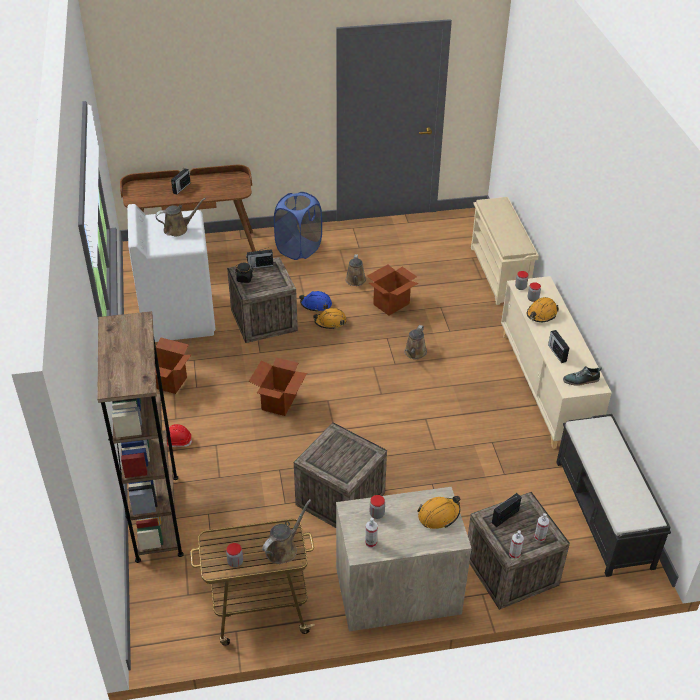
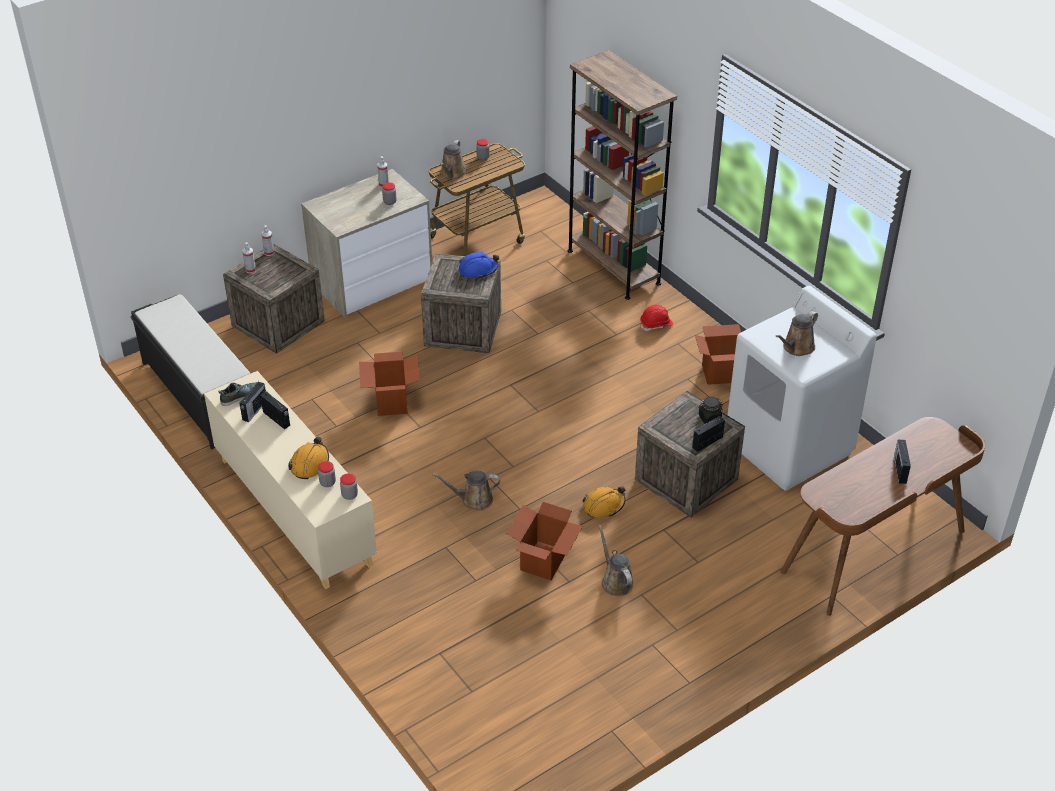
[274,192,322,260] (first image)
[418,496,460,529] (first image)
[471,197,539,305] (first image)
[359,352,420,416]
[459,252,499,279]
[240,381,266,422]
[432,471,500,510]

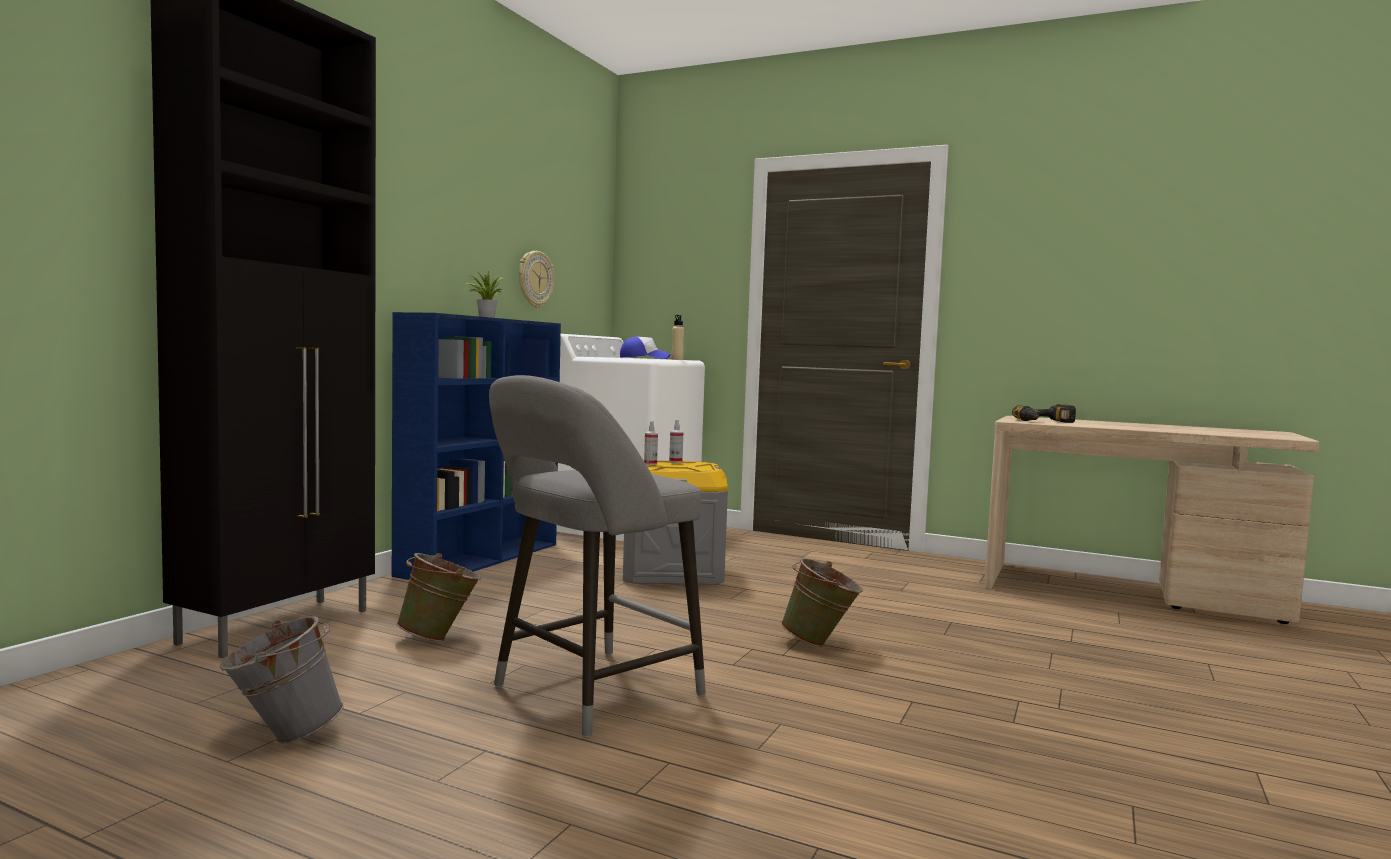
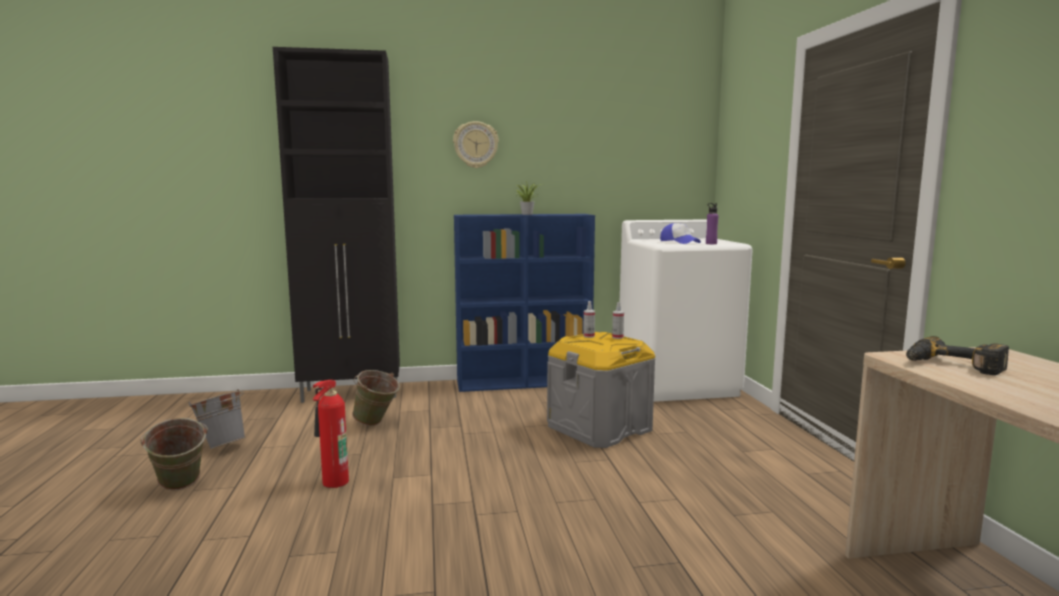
[453,121,499,168]
[140,418,208,490]
[313,380,349,488]
[706,203,719,244]

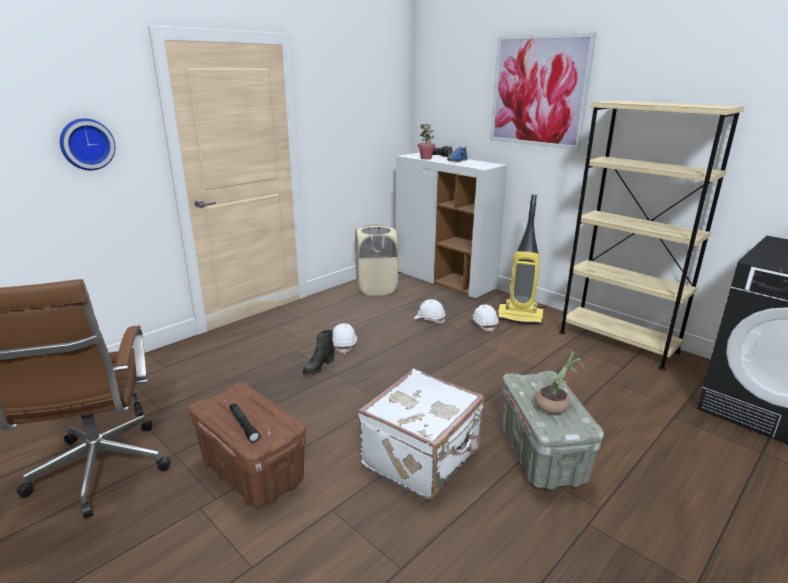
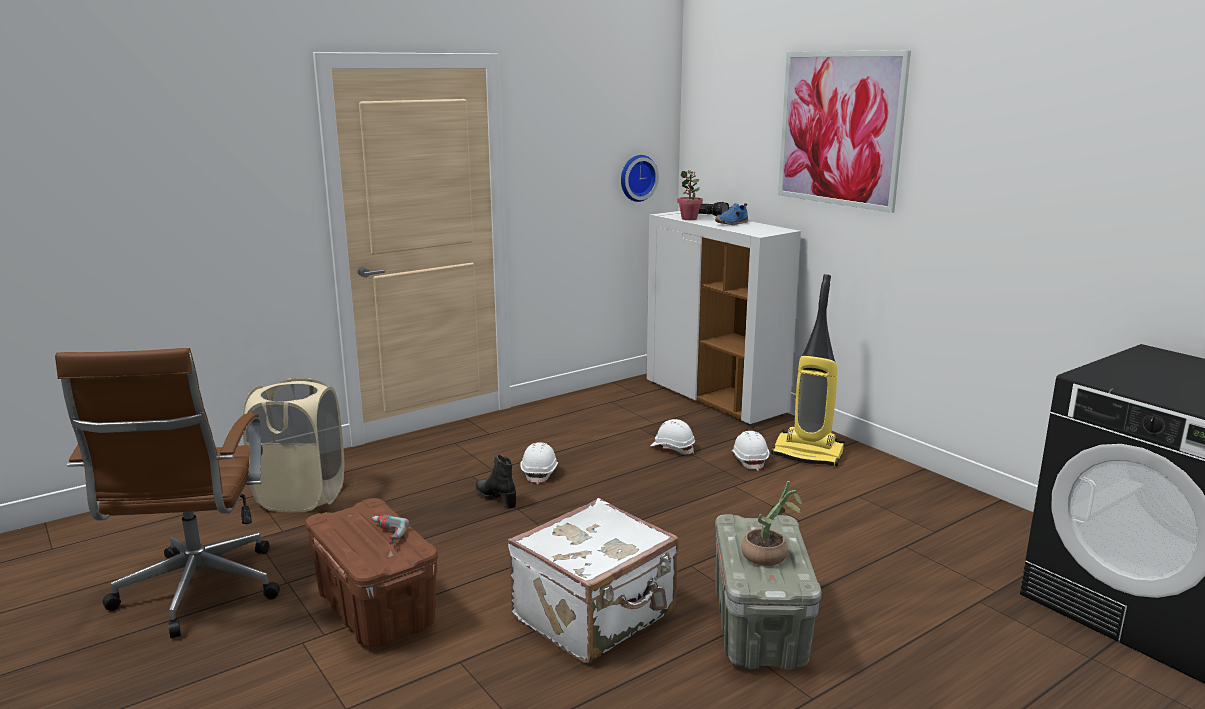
[229,403,260,443] (first image)
[559,100,745,370] (first image)
[372,515,410,548]
[621,155,659,202]
[243,378,344,513]
[475,455,516,509]

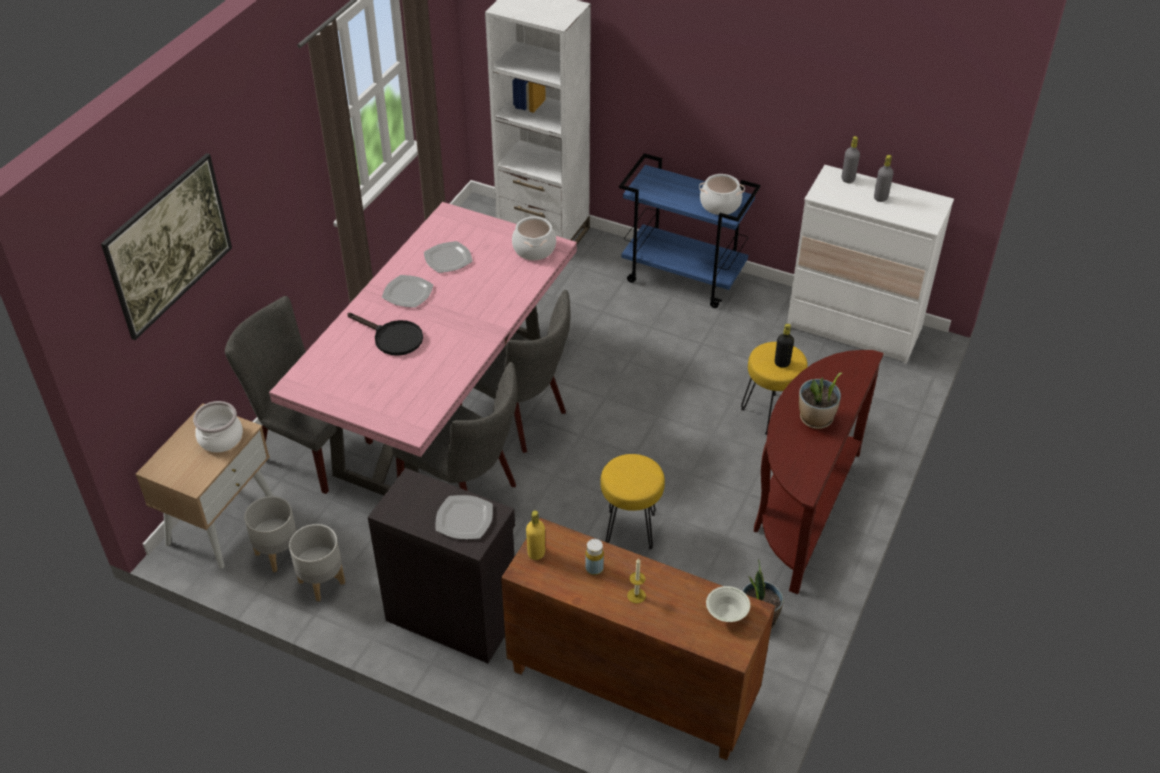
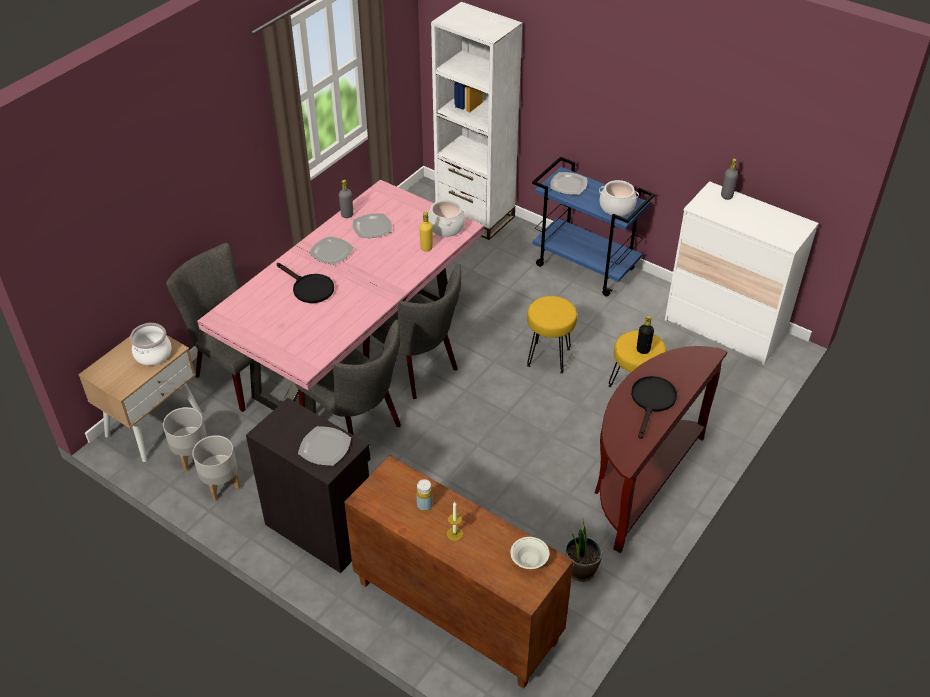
[101,153,232,340] (first image)
[550,172,587,195]
[419,212,433,252]
[527,296,577,374]
[339,180,353,218]
[631,376,677,439]

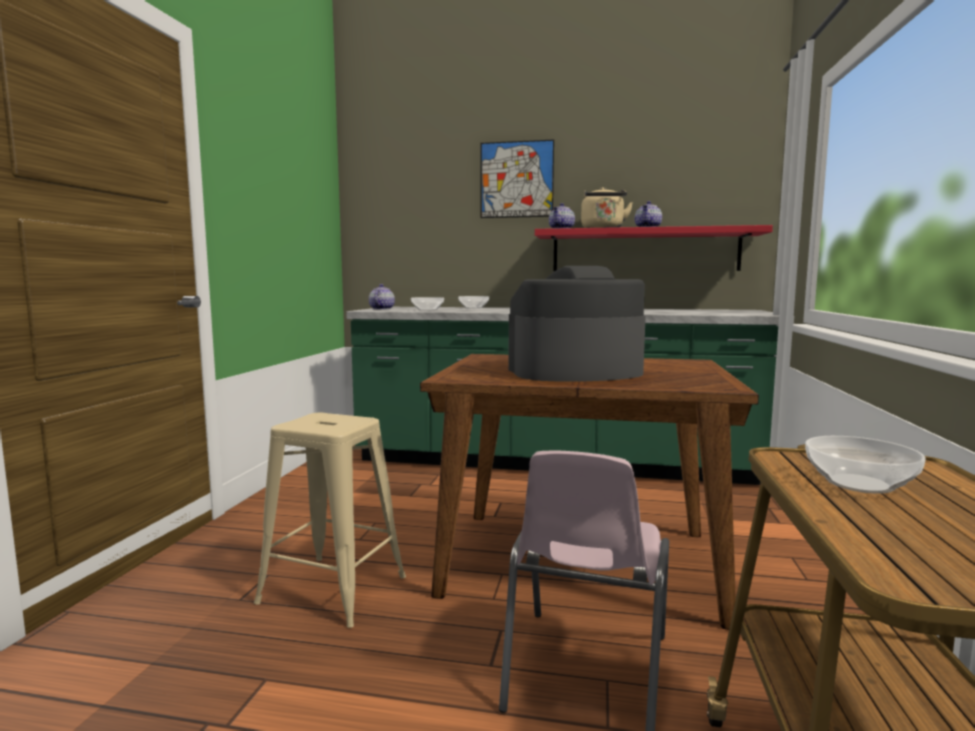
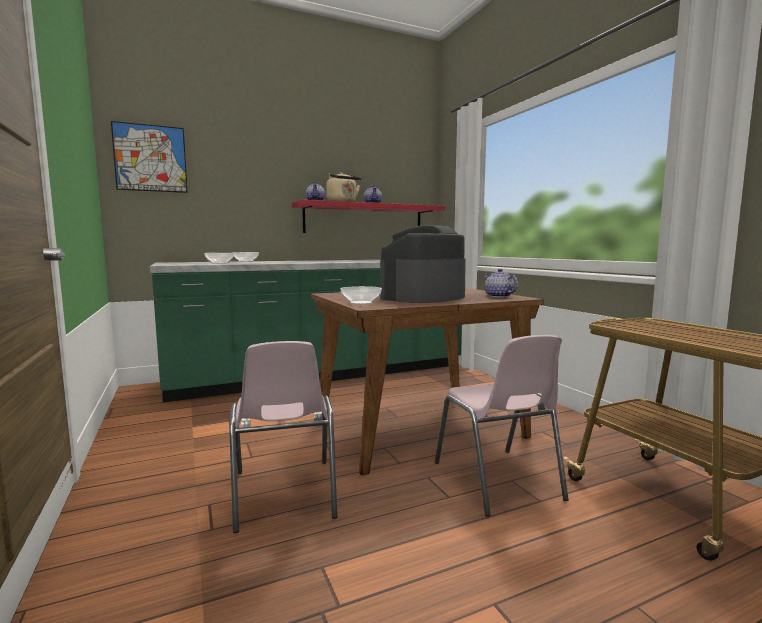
[483,269,518,297]
[111,121,188,193]
[341,286,382,304]
[229,341,337,533]

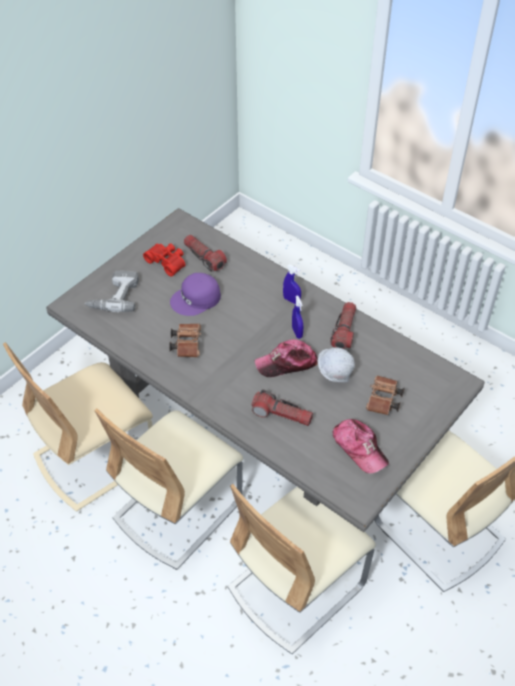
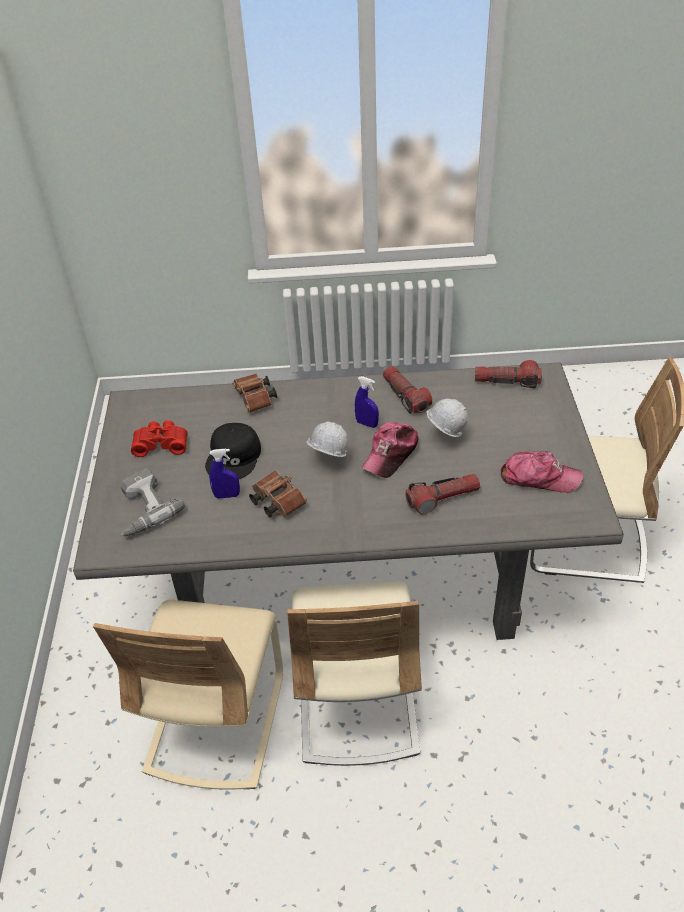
[228,484,376,654] (first image)
[307,421,348,457]
[475,360,542,388]
[209,449,240,499]
[233,374,277,413]
[205,423,261,479]

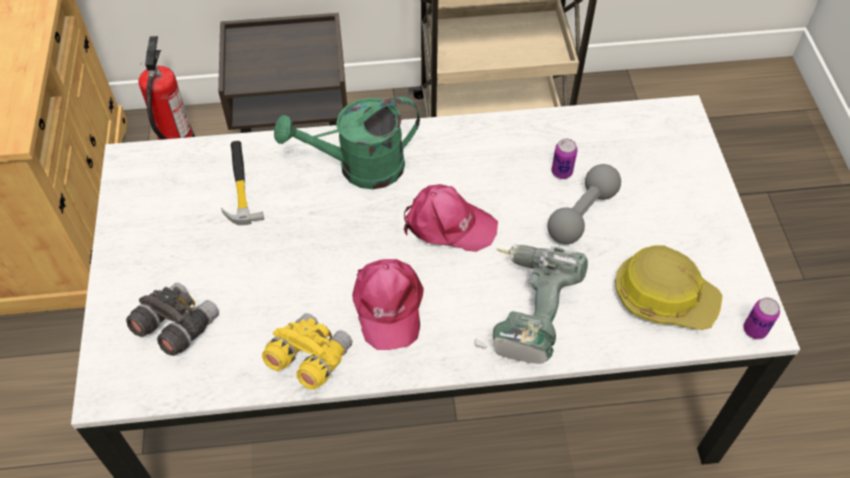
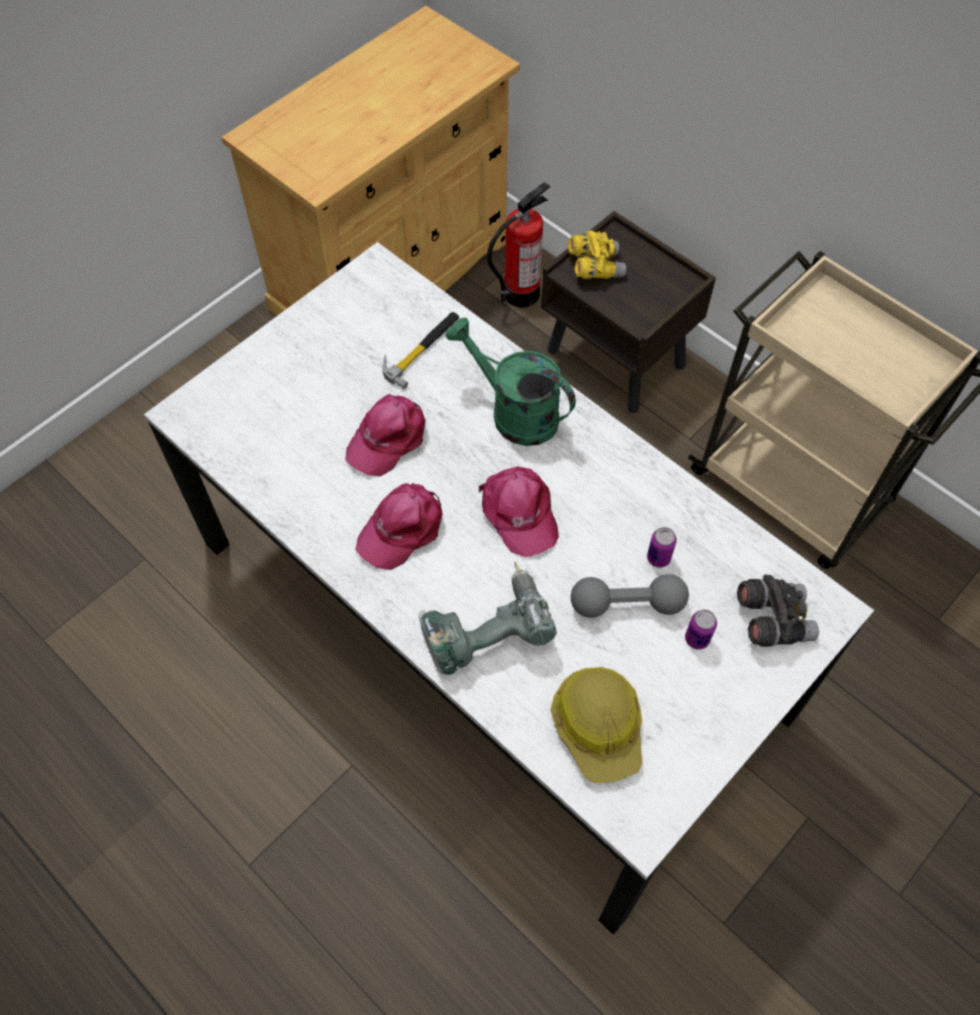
[345,394,426,476]
[737,574,819,647]
[568,231,626,279]
[685,610,717,650]

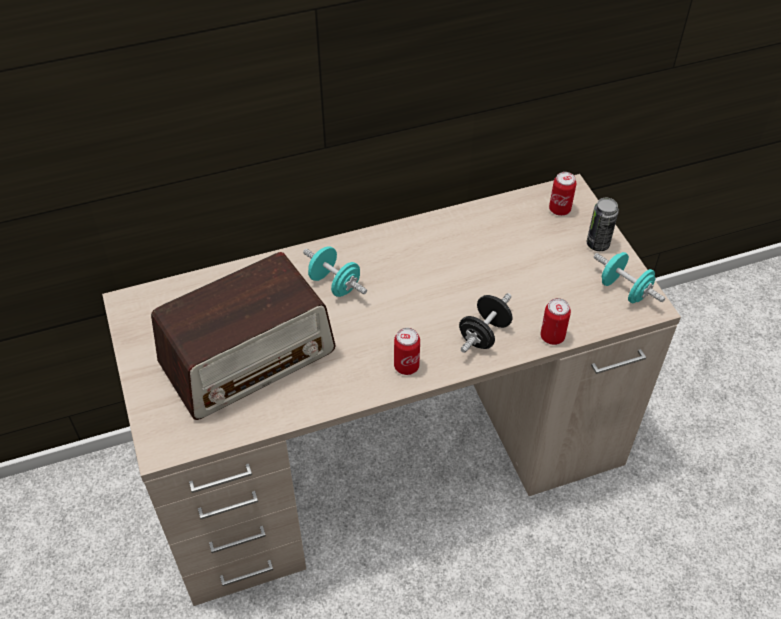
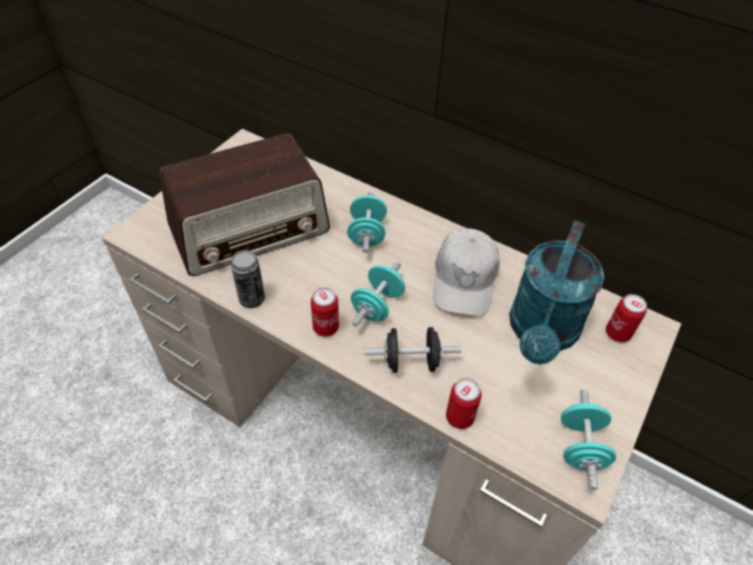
[351,262,405,327]
[433,229,500,316]
[509,220,604,364]
[231,250,265,308]
[159,133,330,276]

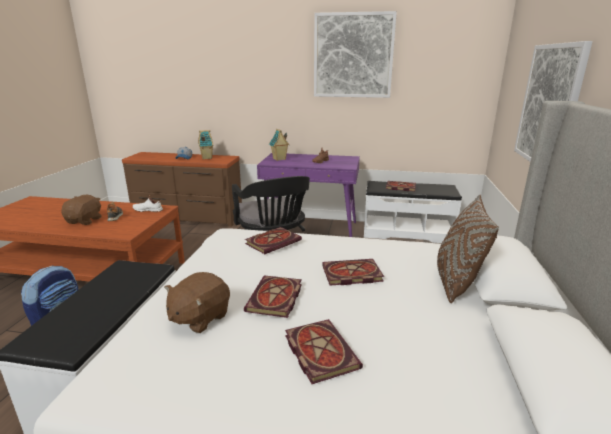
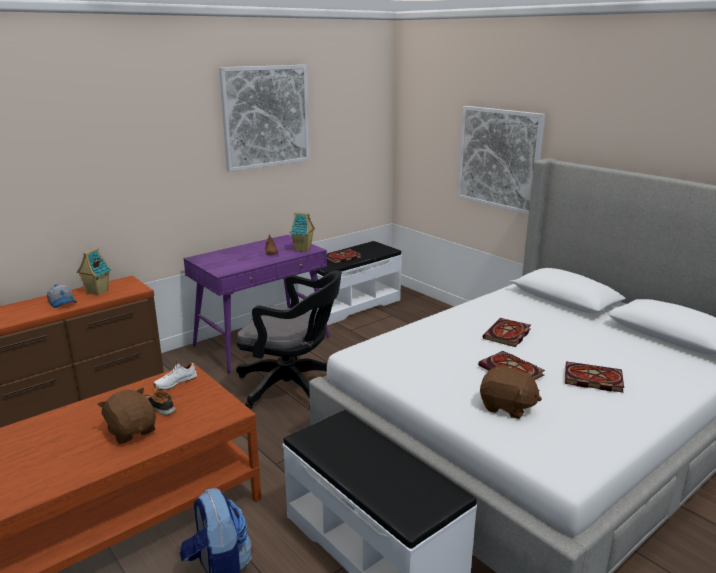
[245,227,302,254] (first image)
[437,195,499,303] (first image)
[289,212,315,252]
[480,366,542,419]

